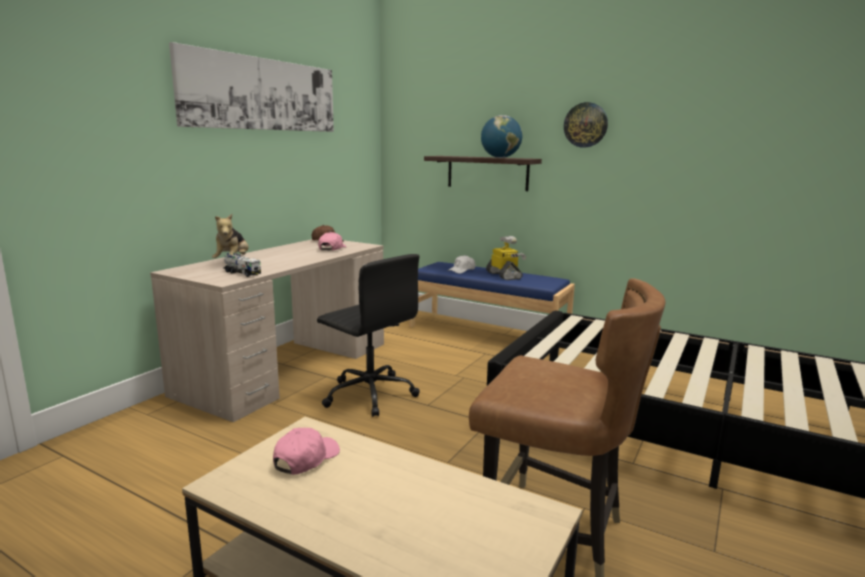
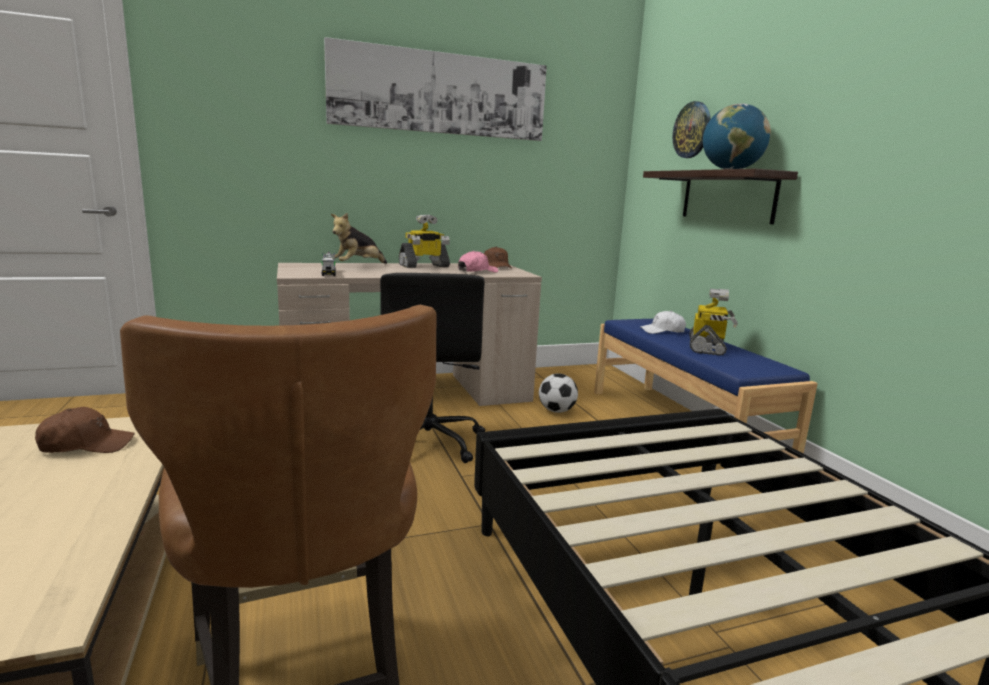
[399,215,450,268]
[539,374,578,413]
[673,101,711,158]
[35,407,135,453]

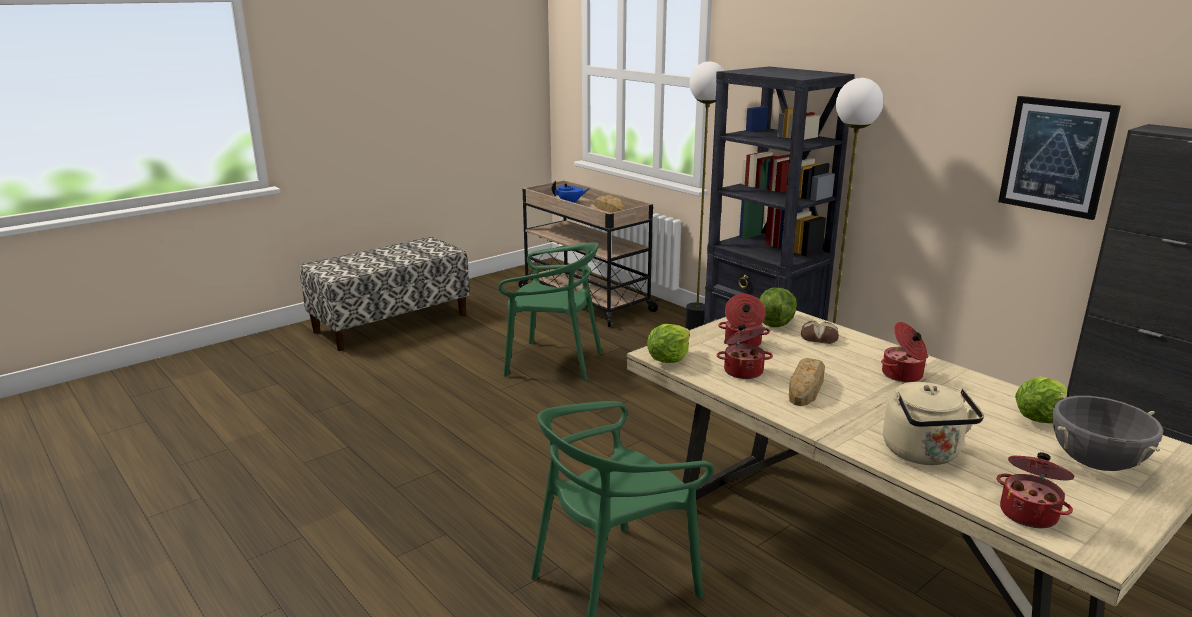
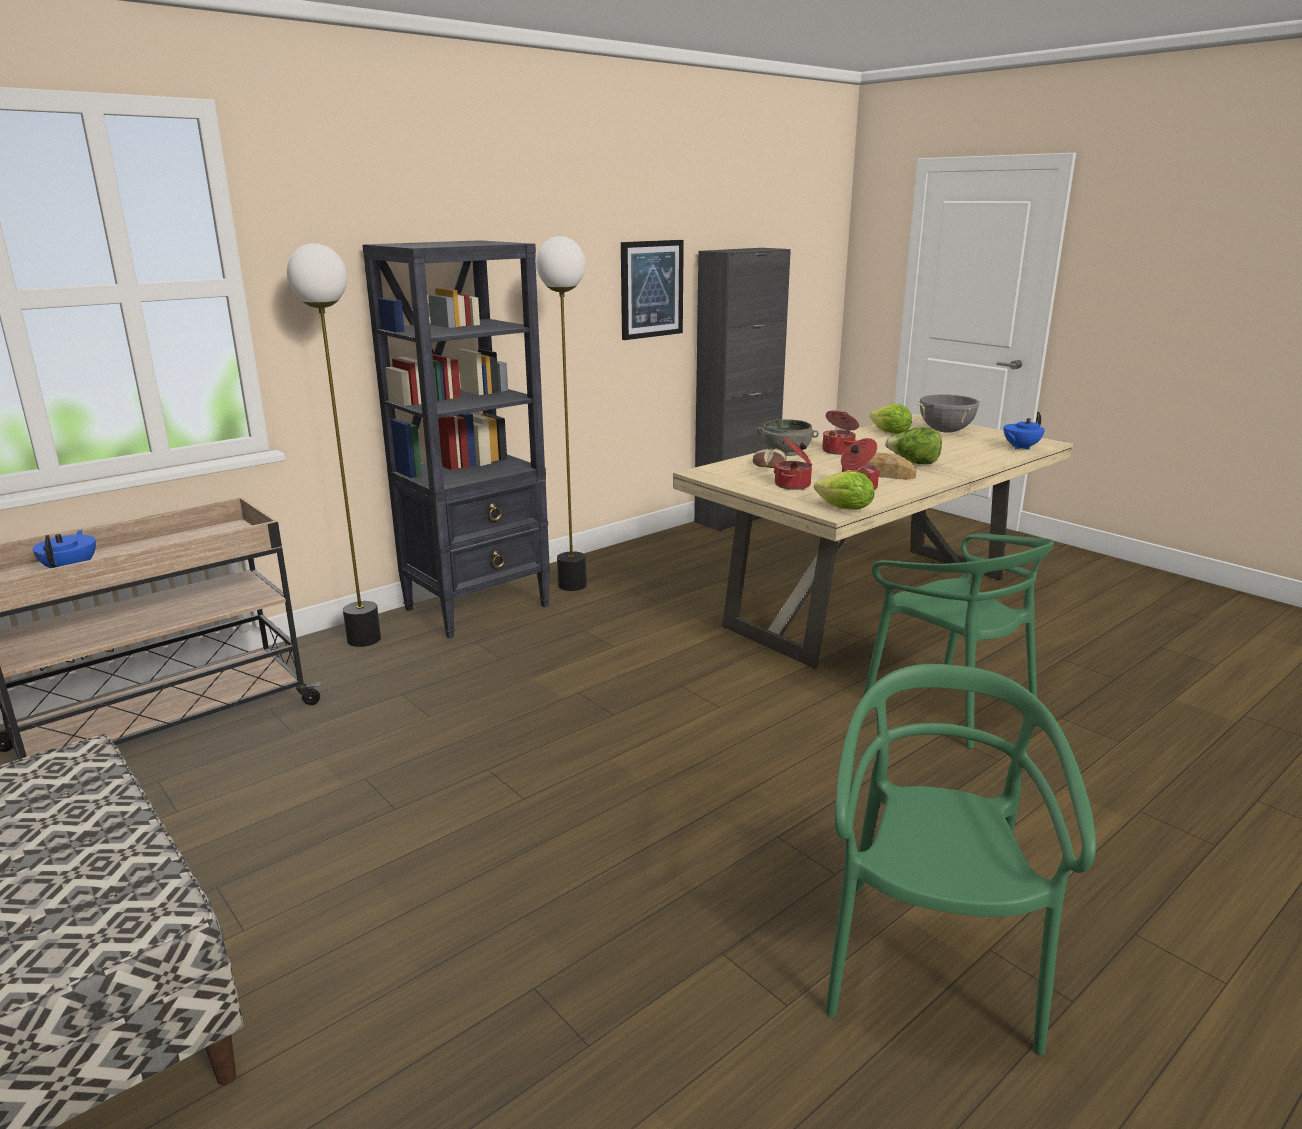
[594,195,625,213] (first image)
[883,382,984,465] (first image)
[757,419,819,456]
[826,664,1096,1055]
[885,427,942,464]
[1004,412,1045,450]

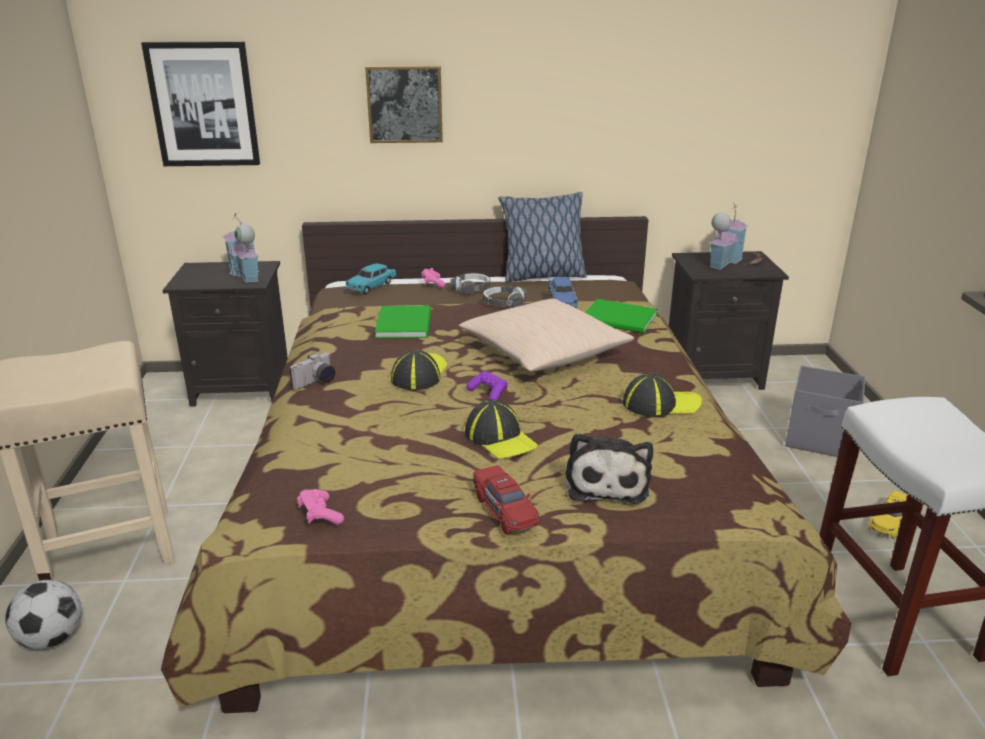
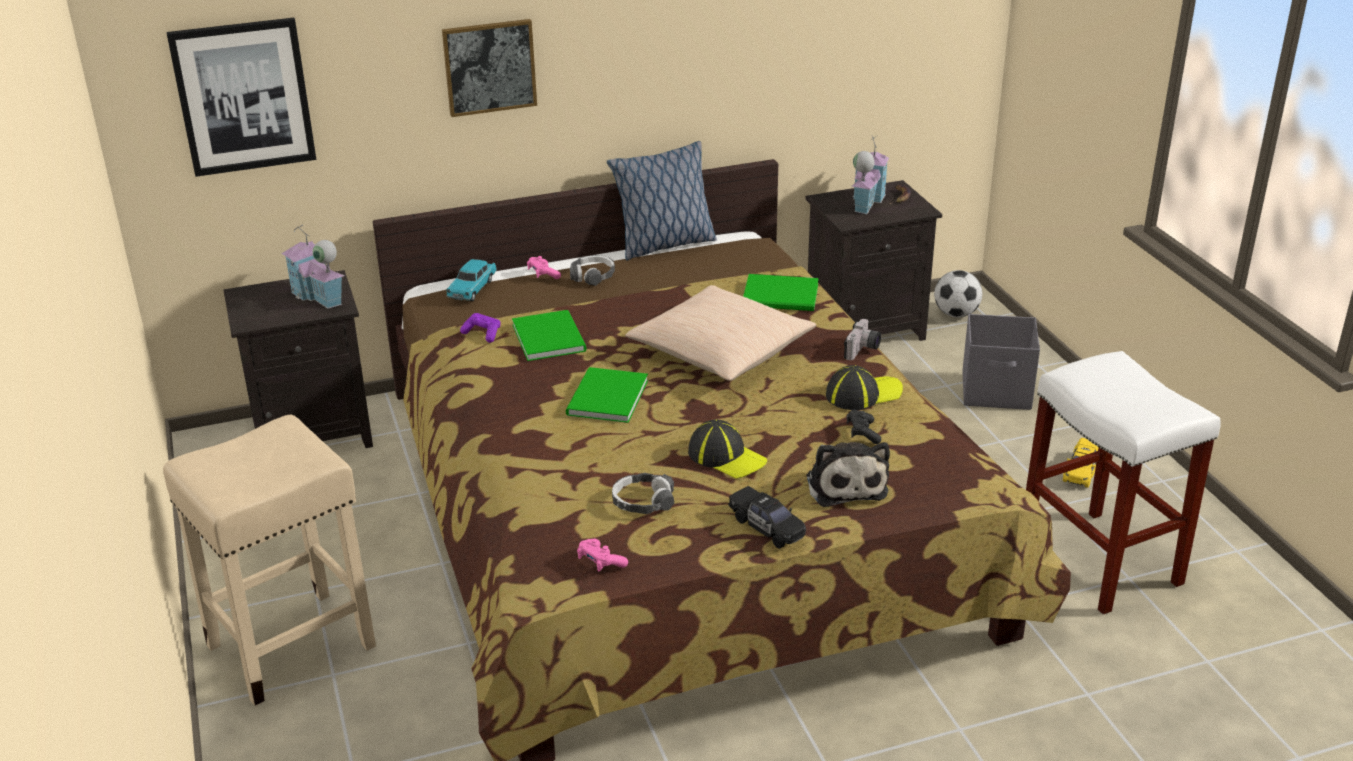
[548,277,578,308] (first image)
[846,410,881,444]
[934,270,982,317]
[844,319,881,360]
[460,313,500,343]
[612,473,674,514]
[566,367,648,423]
[728,486,806,549]

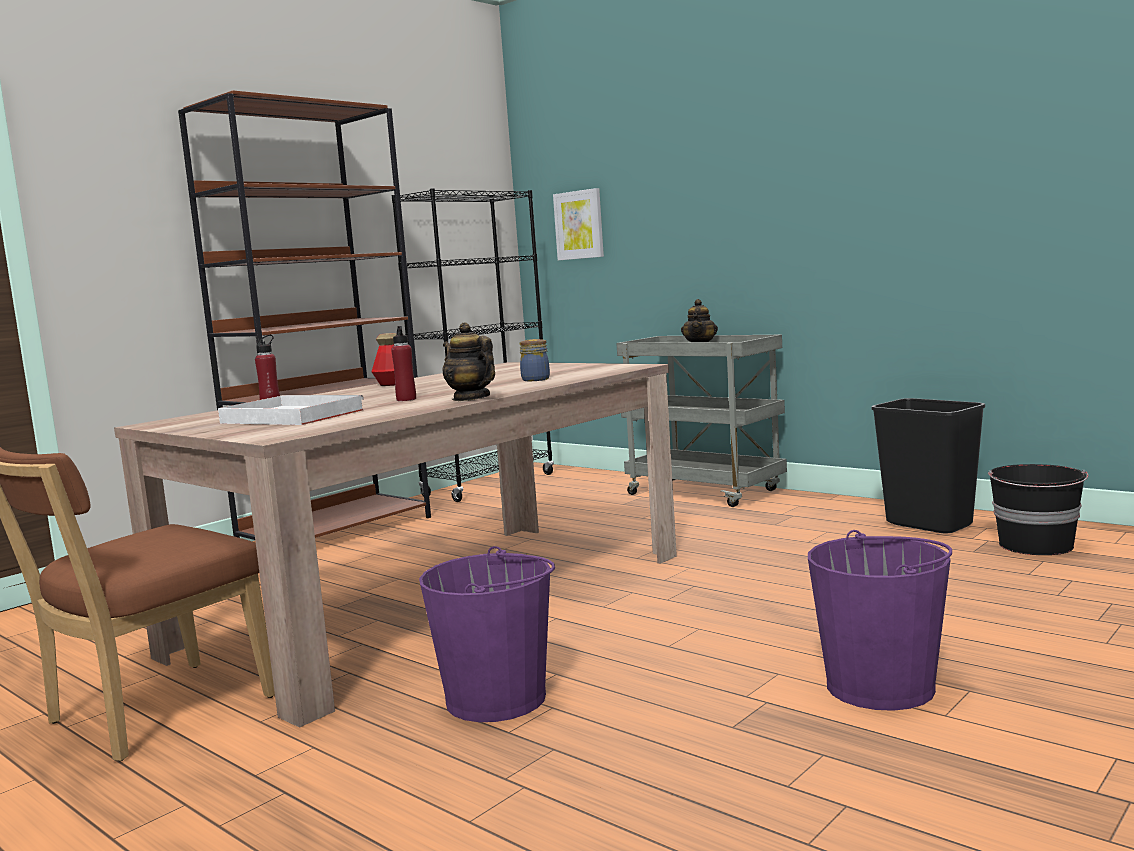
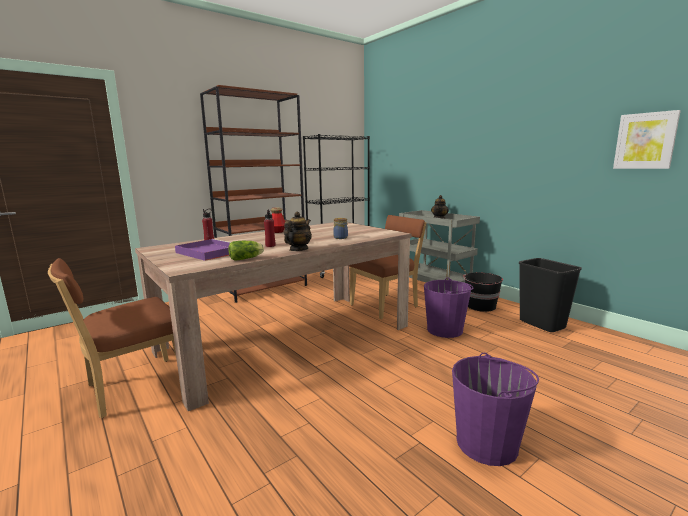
[228,241,264,261]
[348,215,426,319]
[424,277,474,338]
[613,110,681,169]
[463,272,503,312]
[175,239,231,261]
[284,212,312,251]

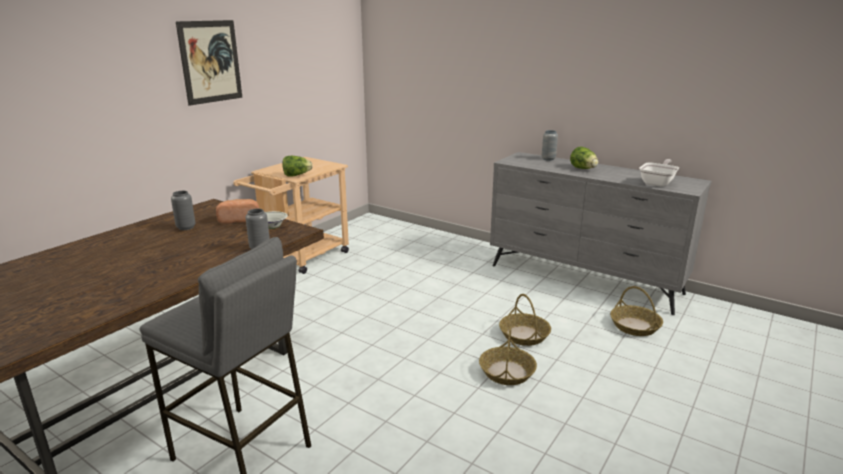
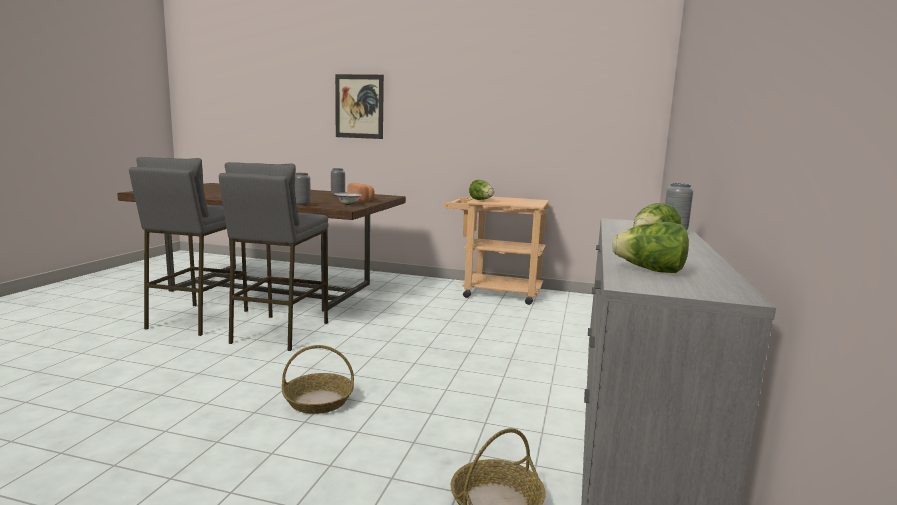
[499,294,551,346] (first image)
[219,162,328,351]
[335,74,384,139]
[612,222,689,273]

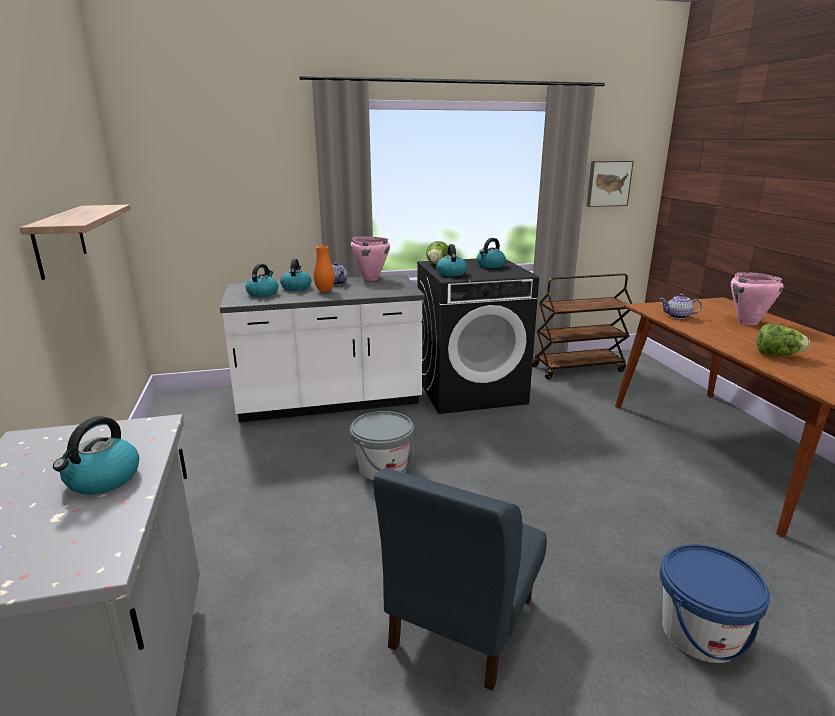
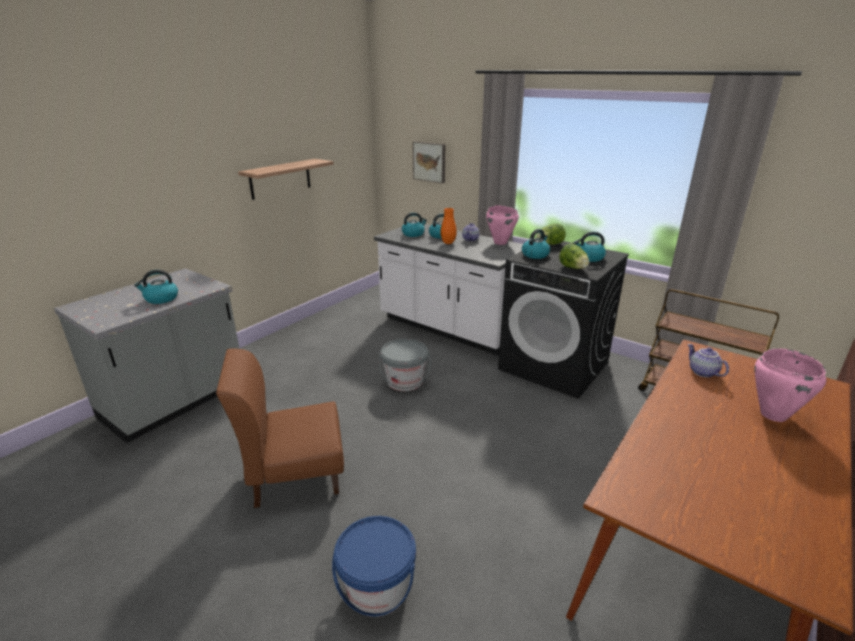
[413,141,445,183]
[559,243,589,269]
[216,348,344,508]

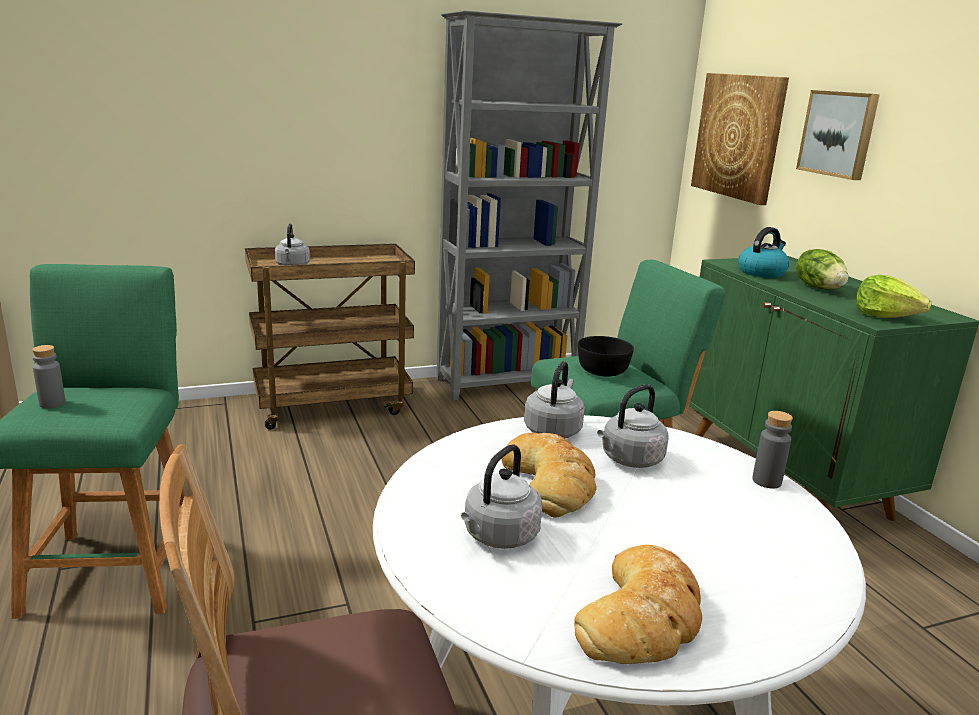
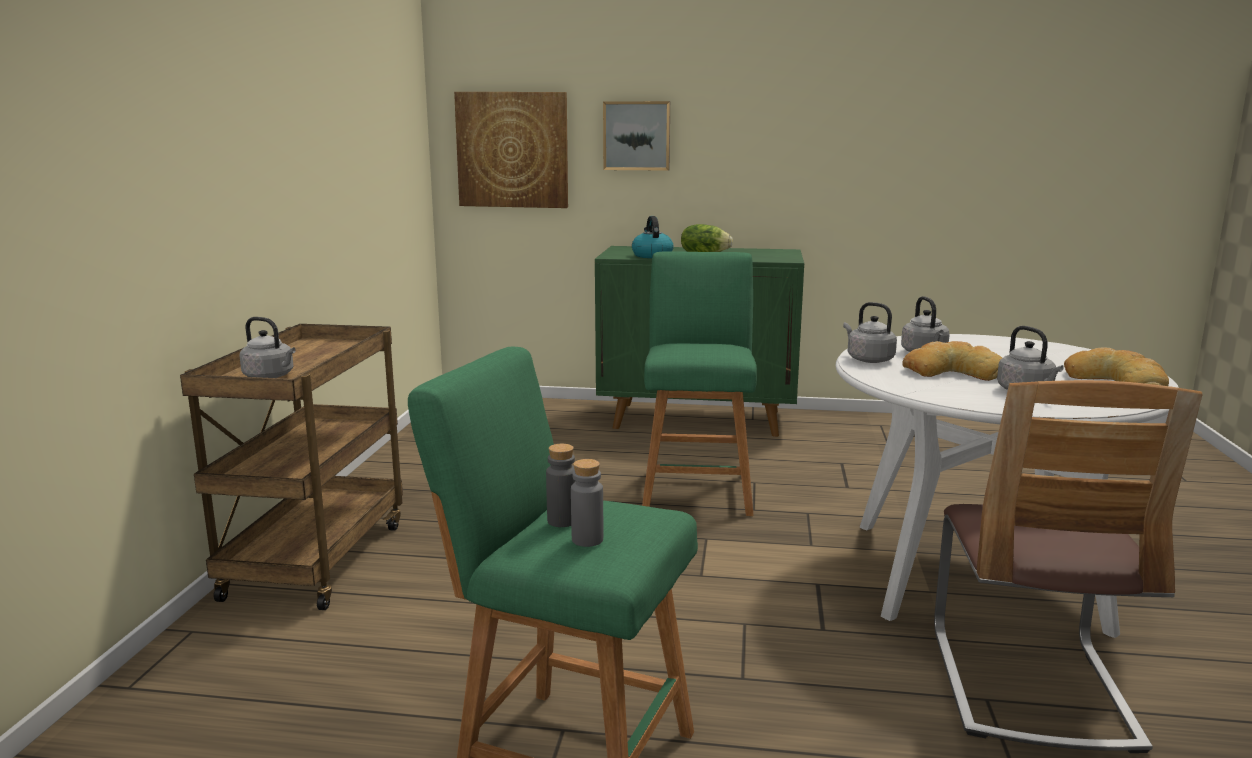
[436,10,622,401] (first image)
[578,336,634,377] (first image)
[856,275,931,318] (first image)
[546,444,576,527]

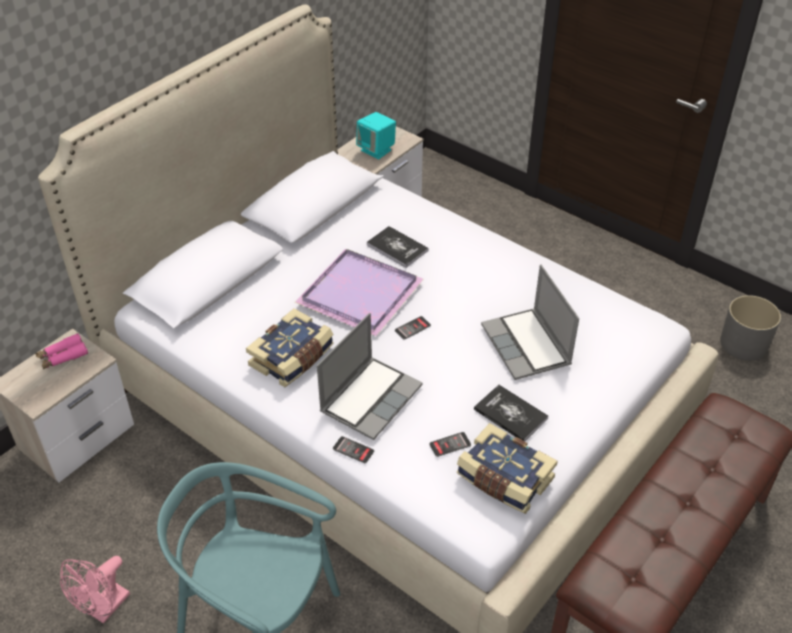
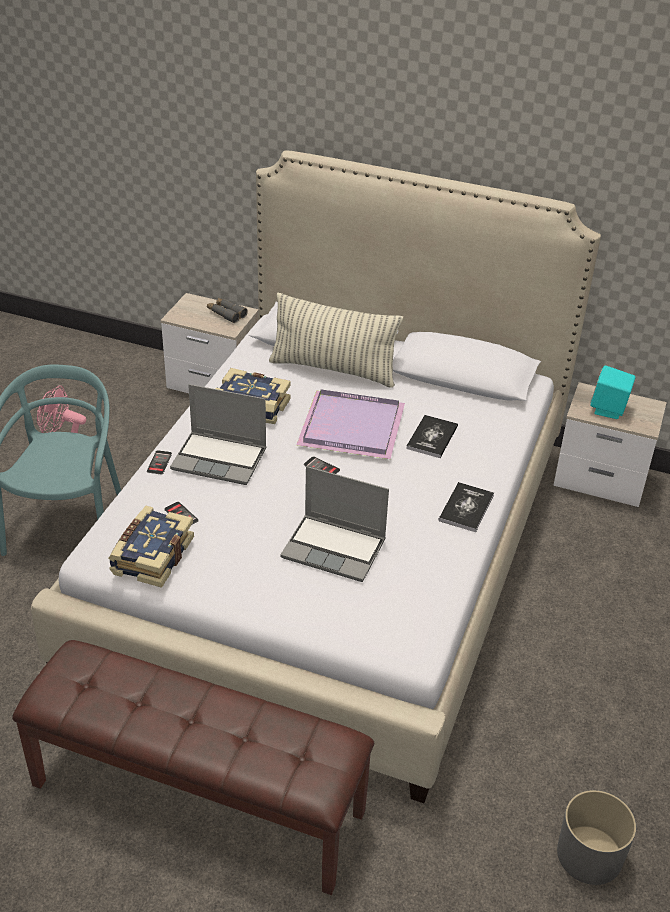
[269,293,403,388]
[439,482,494,532]
[207,298,248,323]
[280,466,389,582]

